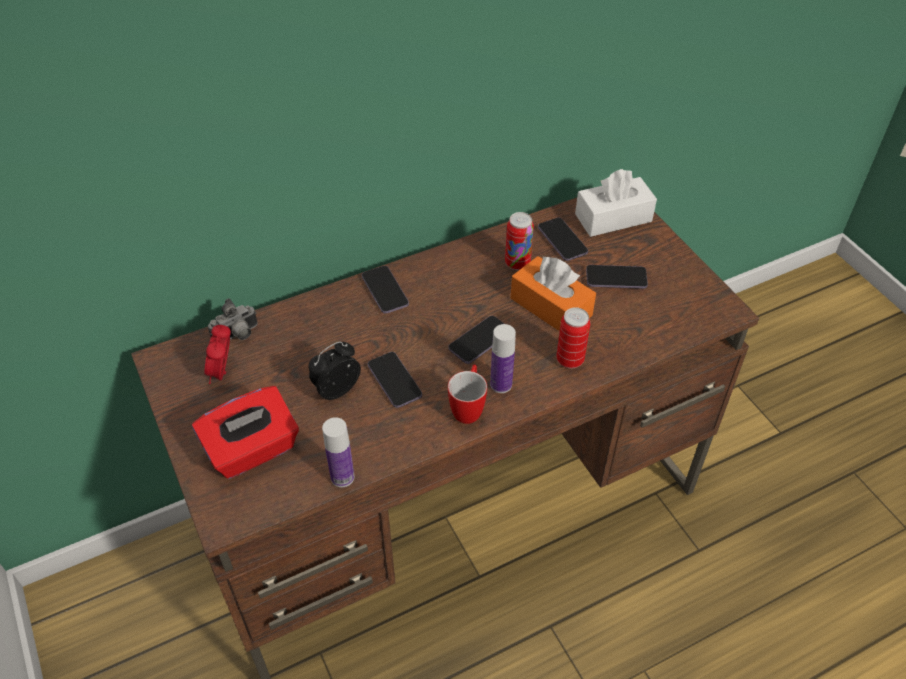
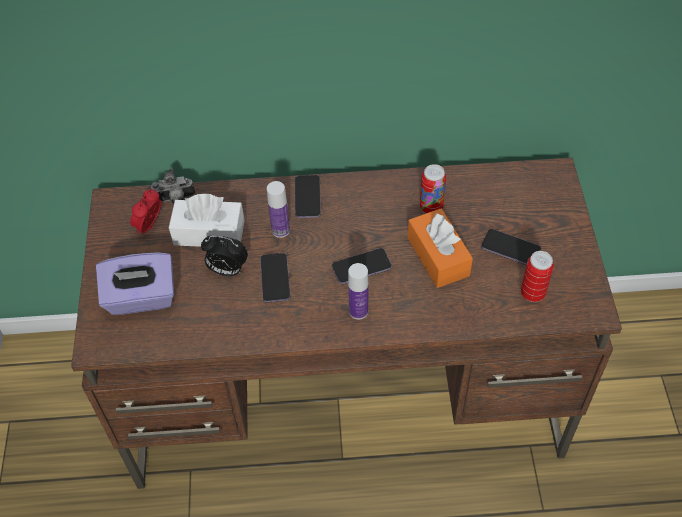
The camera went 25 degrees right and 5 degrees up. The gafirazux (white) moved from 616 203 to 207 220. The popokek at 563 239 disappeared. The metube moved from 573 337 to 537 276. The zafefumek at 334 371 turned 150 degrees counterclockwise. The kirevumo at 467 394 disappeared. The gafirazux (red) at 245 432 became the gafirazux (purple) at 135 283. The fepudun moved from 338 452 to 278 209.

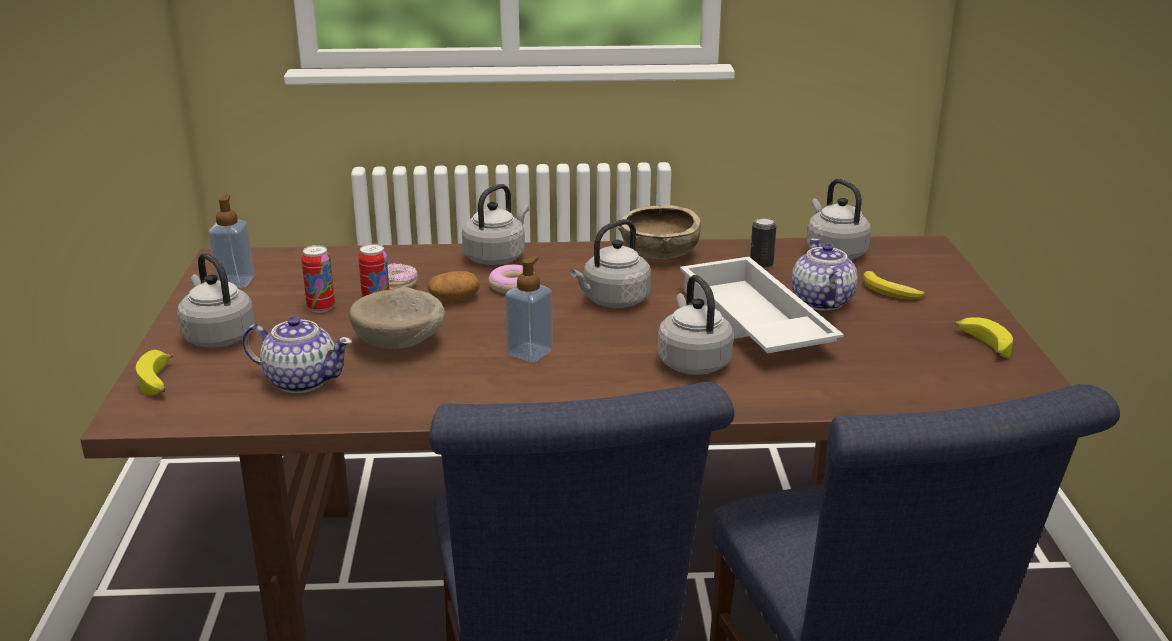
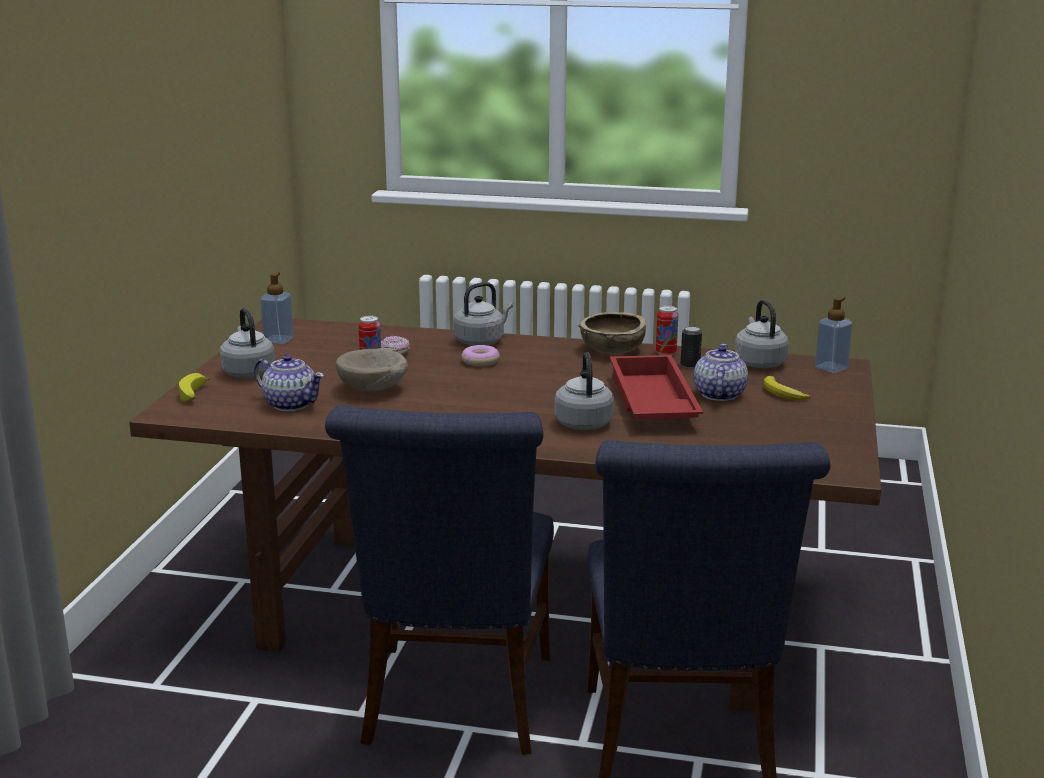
The camera went 15 degrees right and 5 degrees down. The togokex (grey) at 610 263 disappeared. The metube moved from 318 279 to 667 330. The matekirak moved from 529 309 to 834 335. The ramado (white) at 762 305 became the ramado (red) at 656 387. The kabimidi at 454 286 disappeared. The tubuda at 984 337 disappeared.

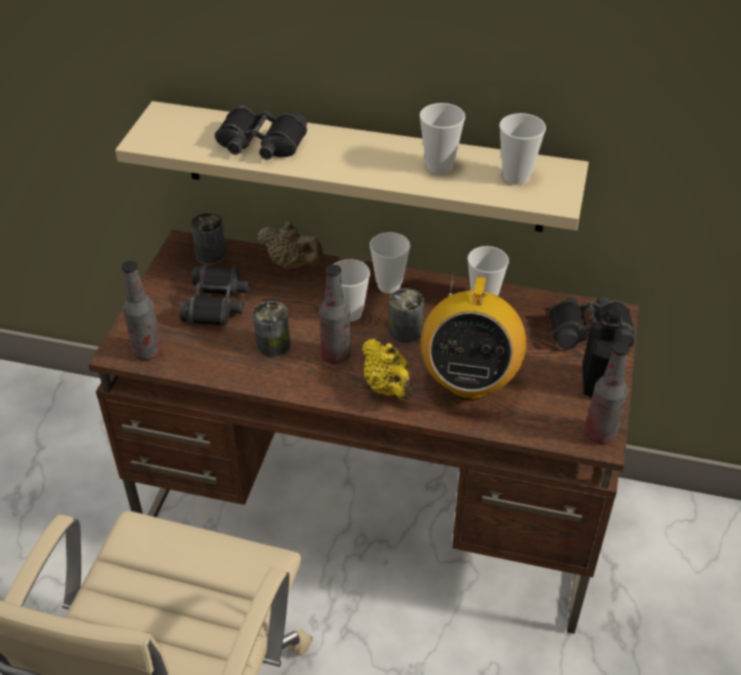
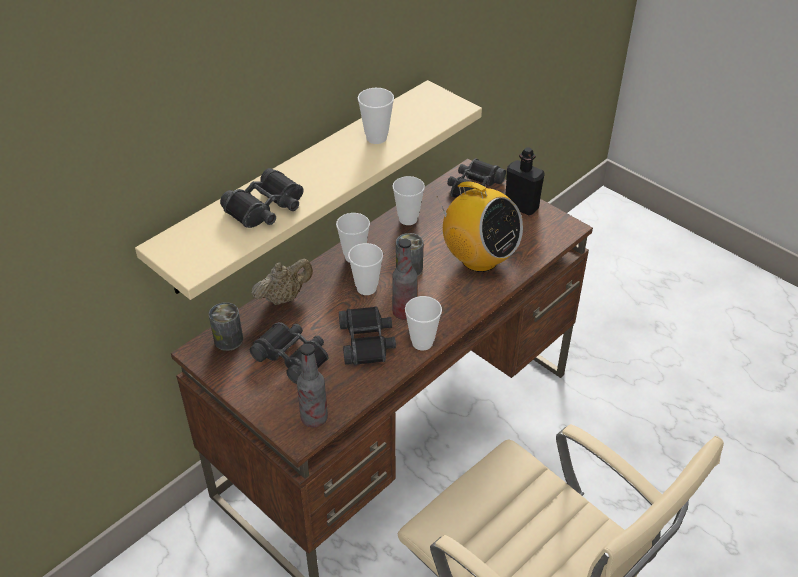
The camera went 60 degrees left and 0 degrees up. The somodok moved from 522 149 to 423 323. The metube at 271 329 was replaced by the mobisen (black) at 367 335. The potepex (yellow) at 387 369 disappeared. The fepudun at 607 393 disappeared.

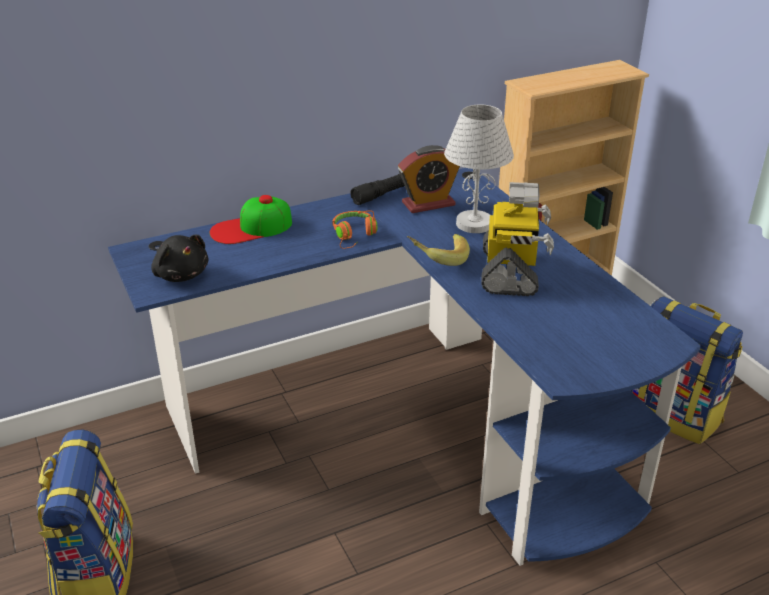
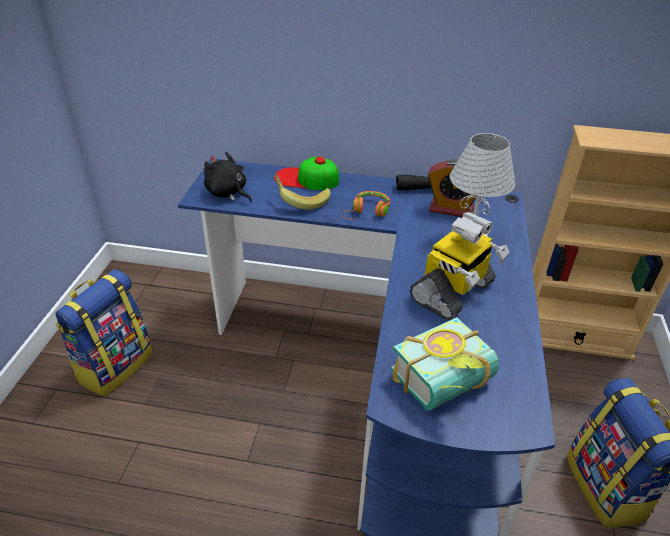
The camera went 35 degrees right and 5 degrees up. The tubuda moved from 438 250 to 302 192. The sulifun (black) at 180 258 turned 135 degrees clockwise. The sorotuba at 445 363 appeared.

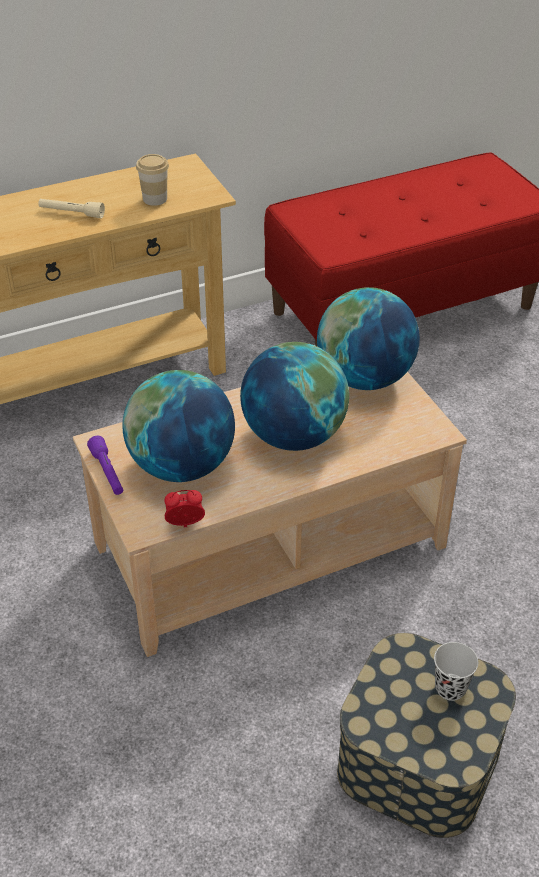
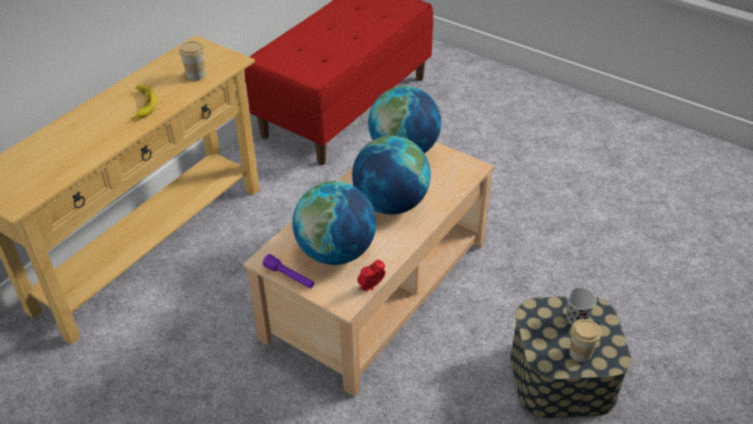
The camera went 30 degrees left and 0 degrees up. The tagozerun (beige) at 71 208 was replaced by the tubuda at 143 102. The somodok at 585 340 appeared.

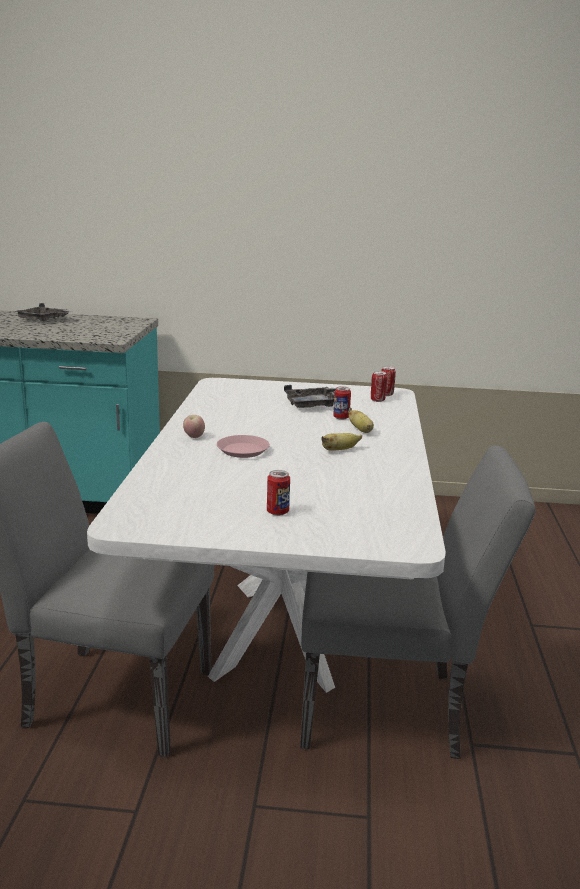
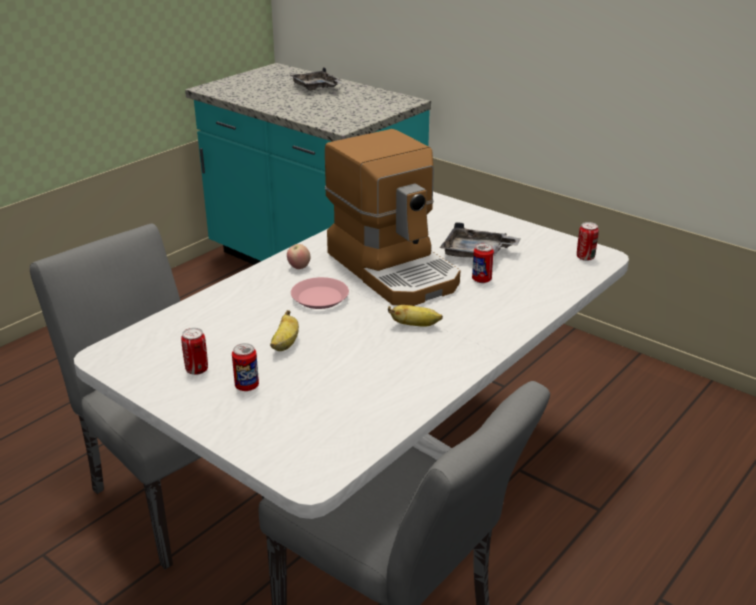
The camera went 35 degrees right and 10 degrees up. The metube moved from 379 386 to 194 351. The tubuda moved from 361 420 to 284 330. The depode at 392 217 appeared.

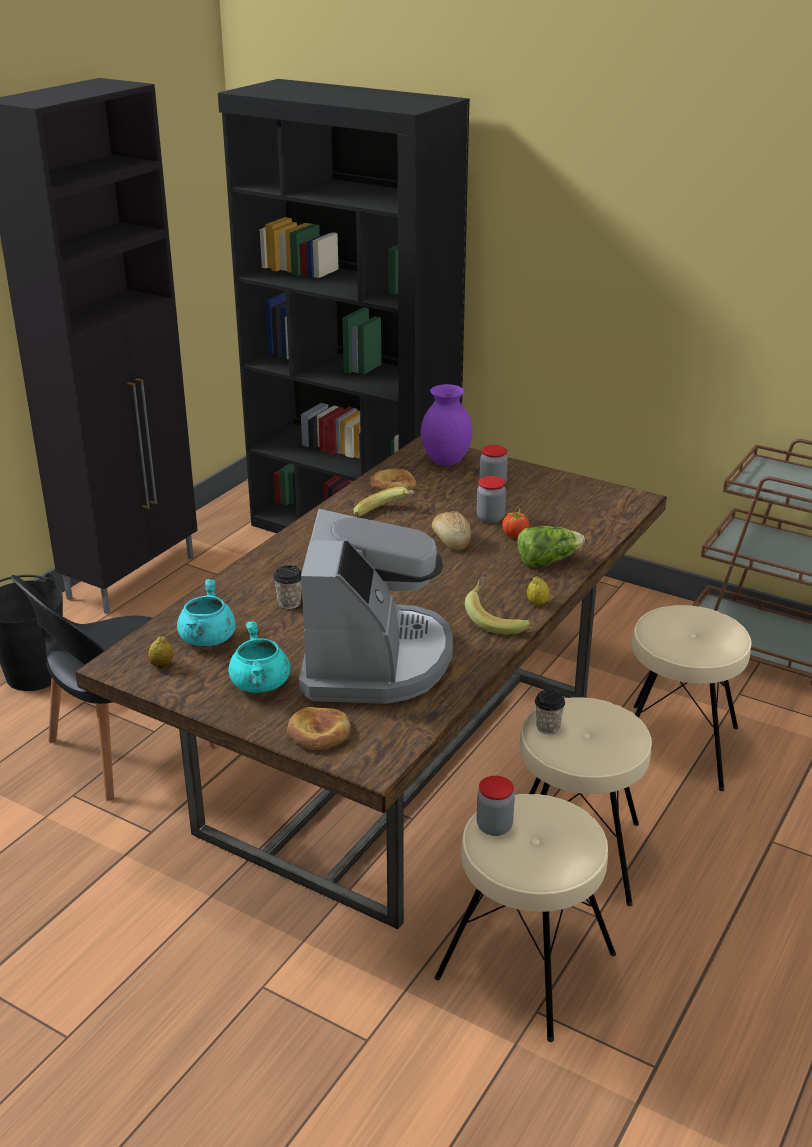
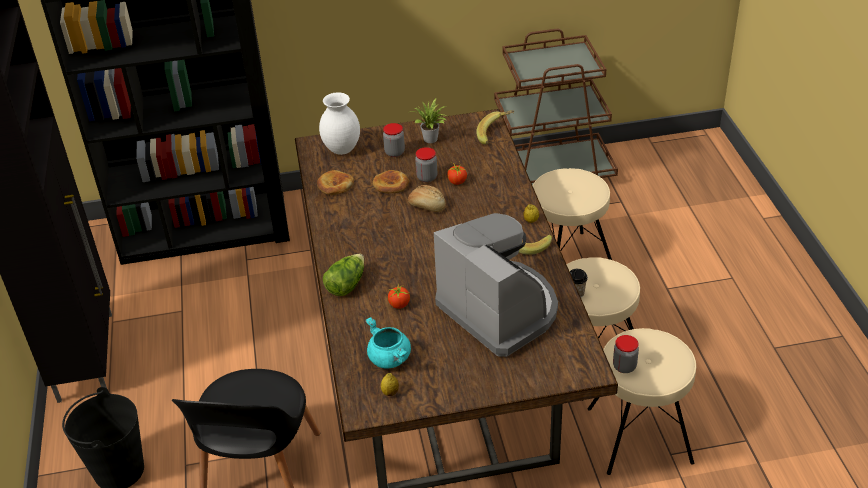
The camera went 40 degrees left and 10 degrees up. The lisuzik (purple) at 447 425 became the lisuzik (white) at 339 123. The tubuda moved from 384 502 to 495 127. The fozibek moved from 551 546 to 343 275. The somodok at 287 587 was replaced by the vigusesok at 399 296. The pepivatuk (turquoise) at 259 657 disappeared. The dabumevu moved from 319 728 to 391 181. The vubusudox at 428 120 appeared.

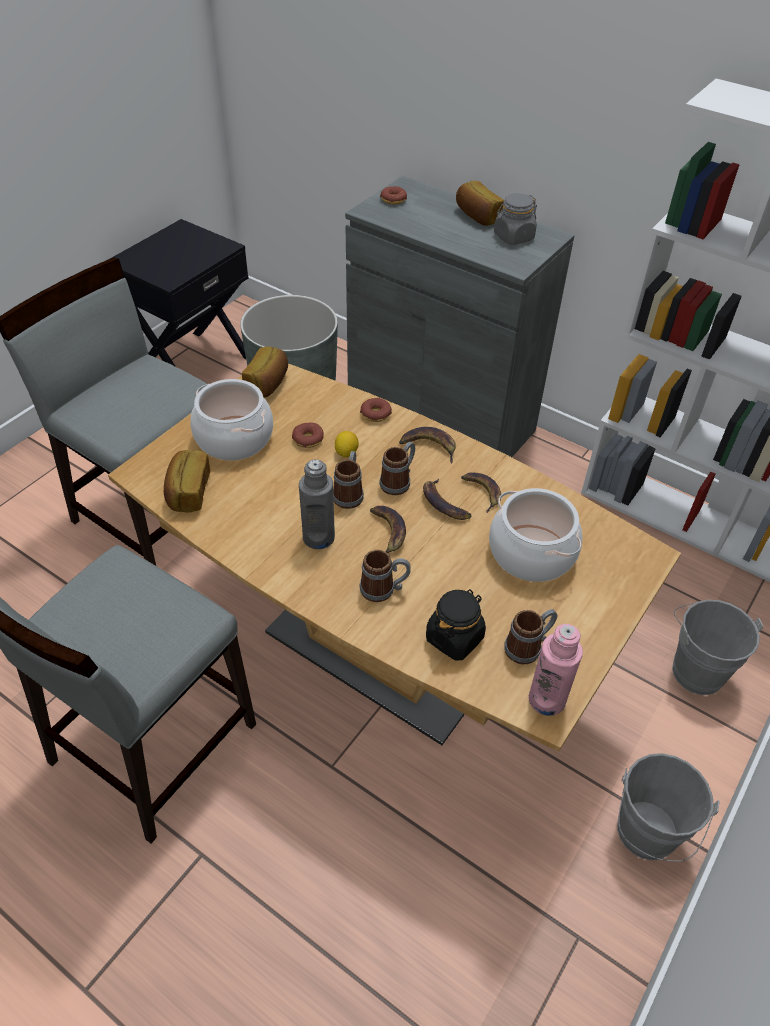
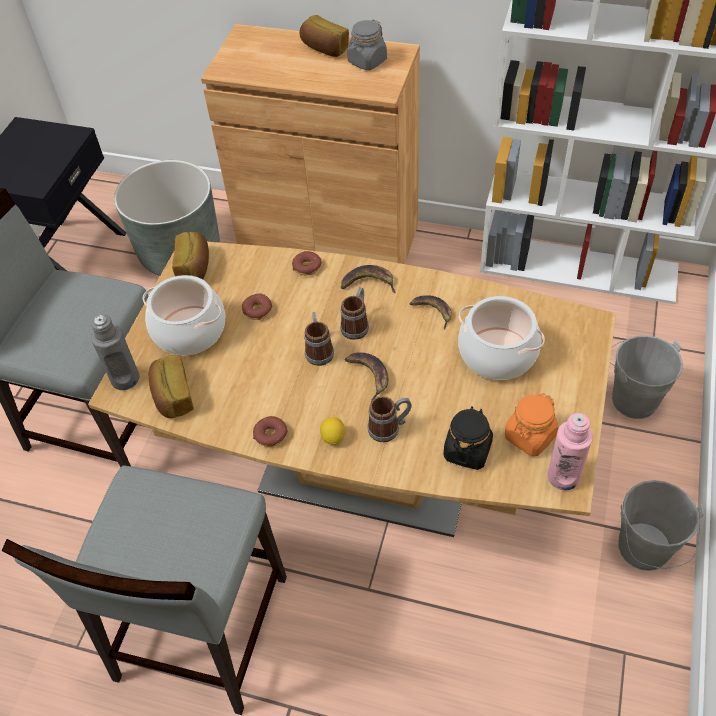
The camera went 15 degrees left and 5 degrees up. The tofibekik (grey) at 460 316 became the tofibekik (brown) at 310 144. The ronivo moved from 393 195 to 270 431. The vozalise moved from 347 444 to 332 431. The fepudun (grey) moved from 317 504 to 115 352. The tubuda at 447 499 disappeared. The kirevumo at 530 637 was replaced by the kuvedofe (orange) at 532 424.

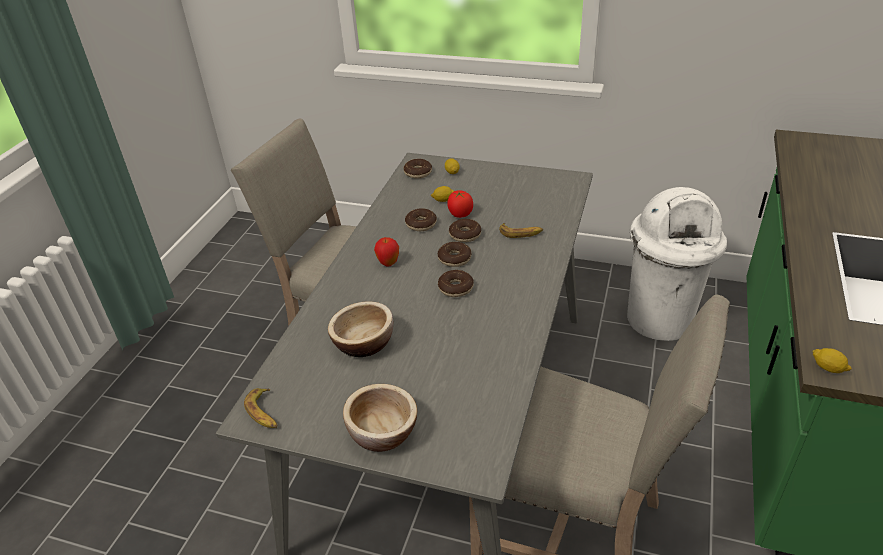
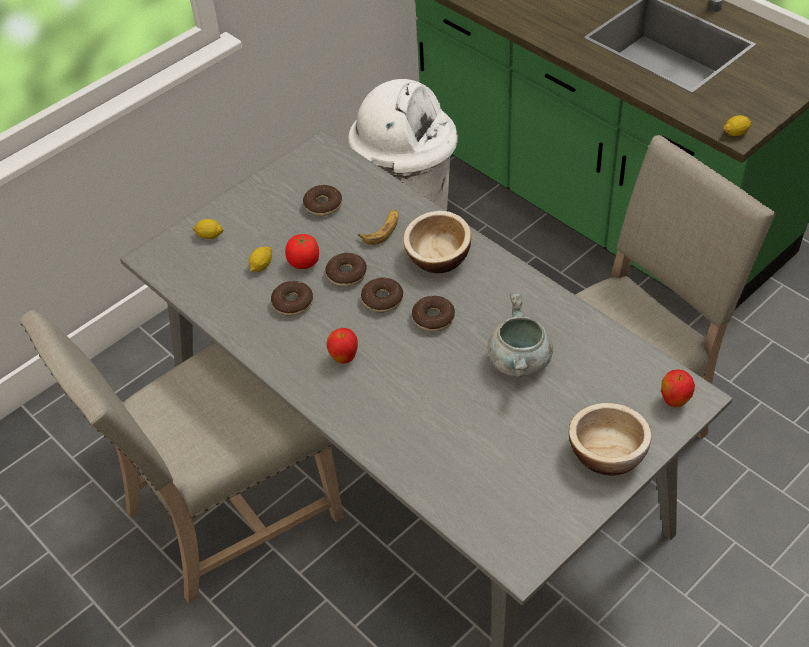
The camera went 60 degrees left and 10 degrees up. The ronivo moved from 418 169 to 322 200. The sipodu moved from 360 329 to 437 242. The tubuda at 260 408 disappeared. The pepivatuk (grey) at 520 335 appeared. The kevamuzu at 678 388 appeared.

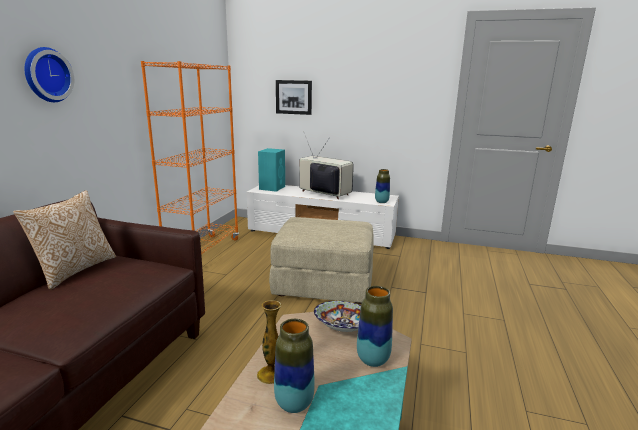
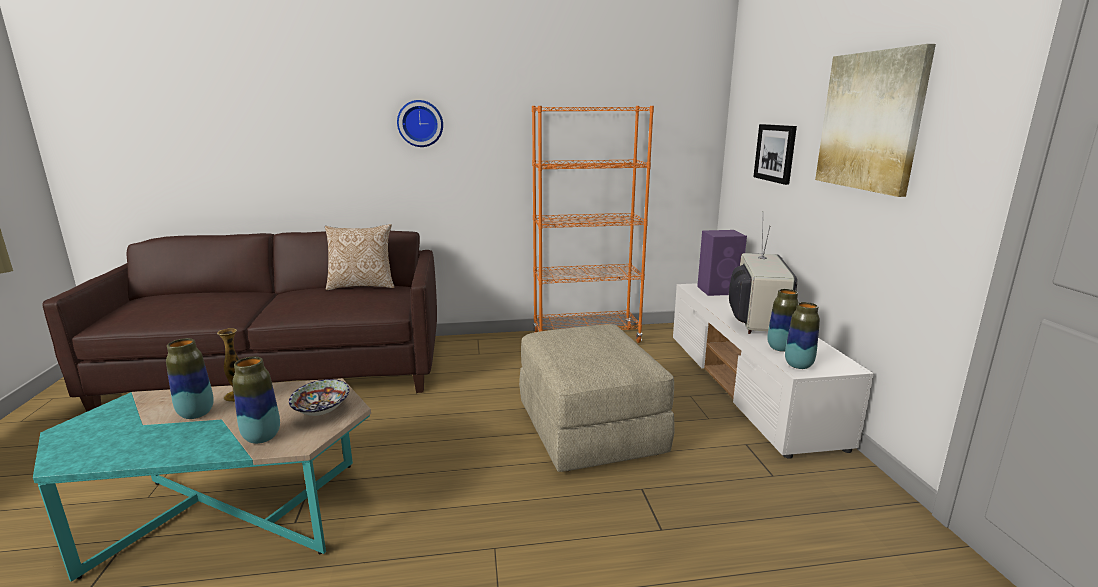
The camera went 65 degrees right and 0 degrees up. The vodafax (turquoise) at 271 170 became the vodafax (purple) at 722 263. The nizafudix at 875 120 appeared. The lisuzik at 783 320 appeared.

